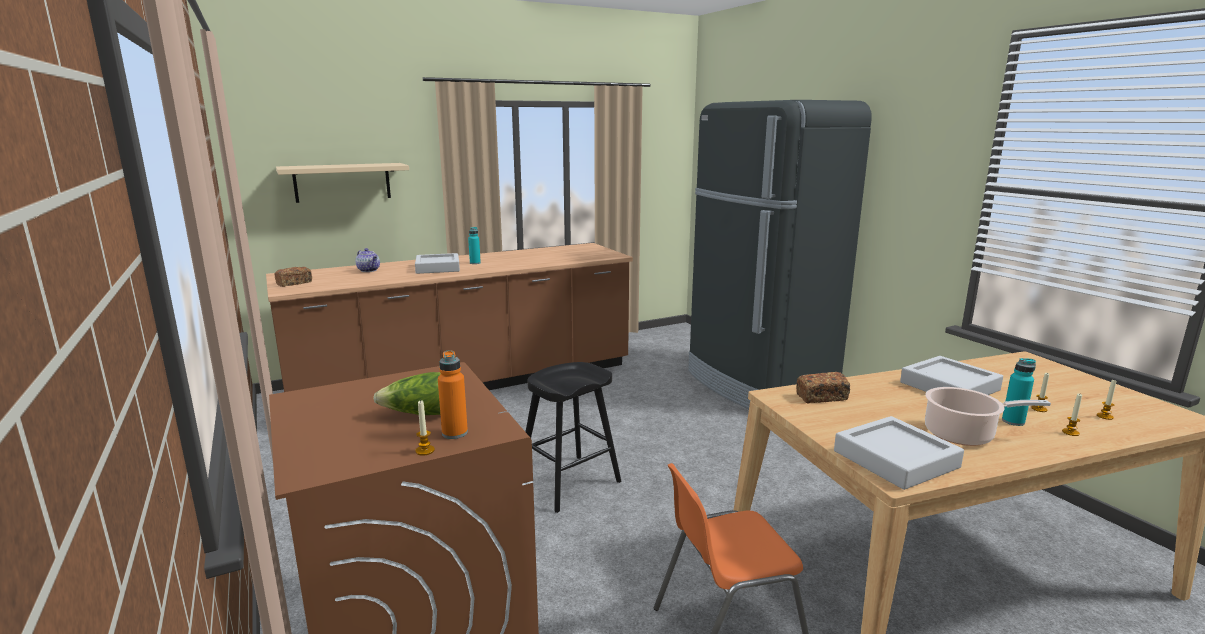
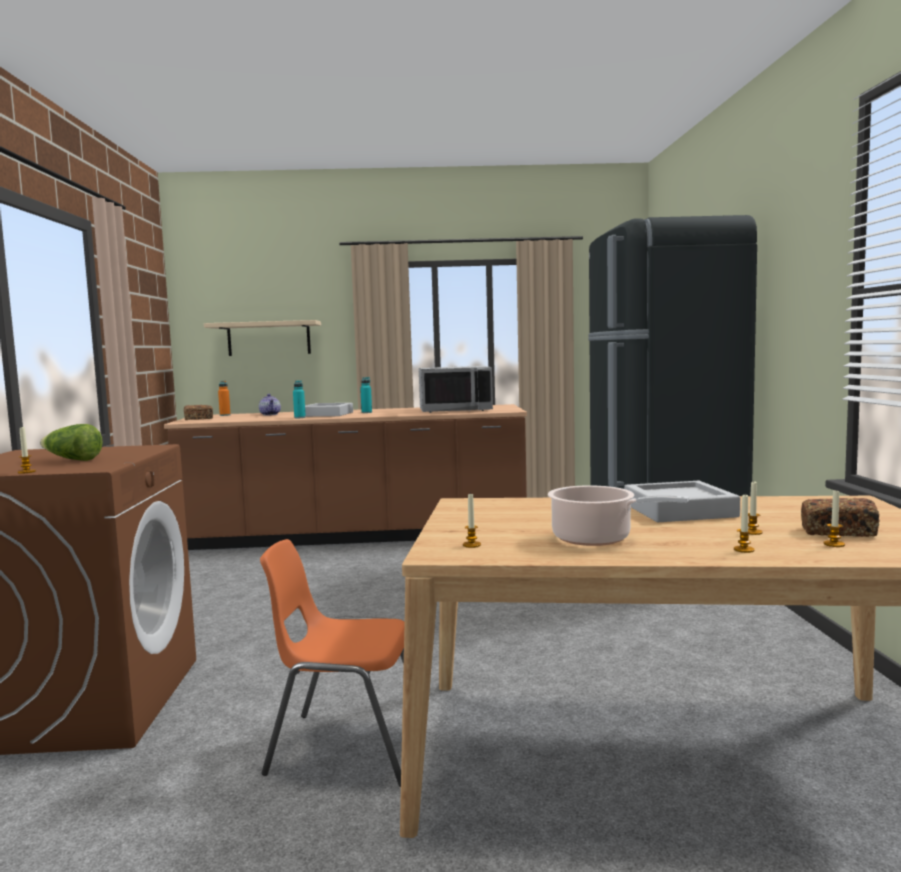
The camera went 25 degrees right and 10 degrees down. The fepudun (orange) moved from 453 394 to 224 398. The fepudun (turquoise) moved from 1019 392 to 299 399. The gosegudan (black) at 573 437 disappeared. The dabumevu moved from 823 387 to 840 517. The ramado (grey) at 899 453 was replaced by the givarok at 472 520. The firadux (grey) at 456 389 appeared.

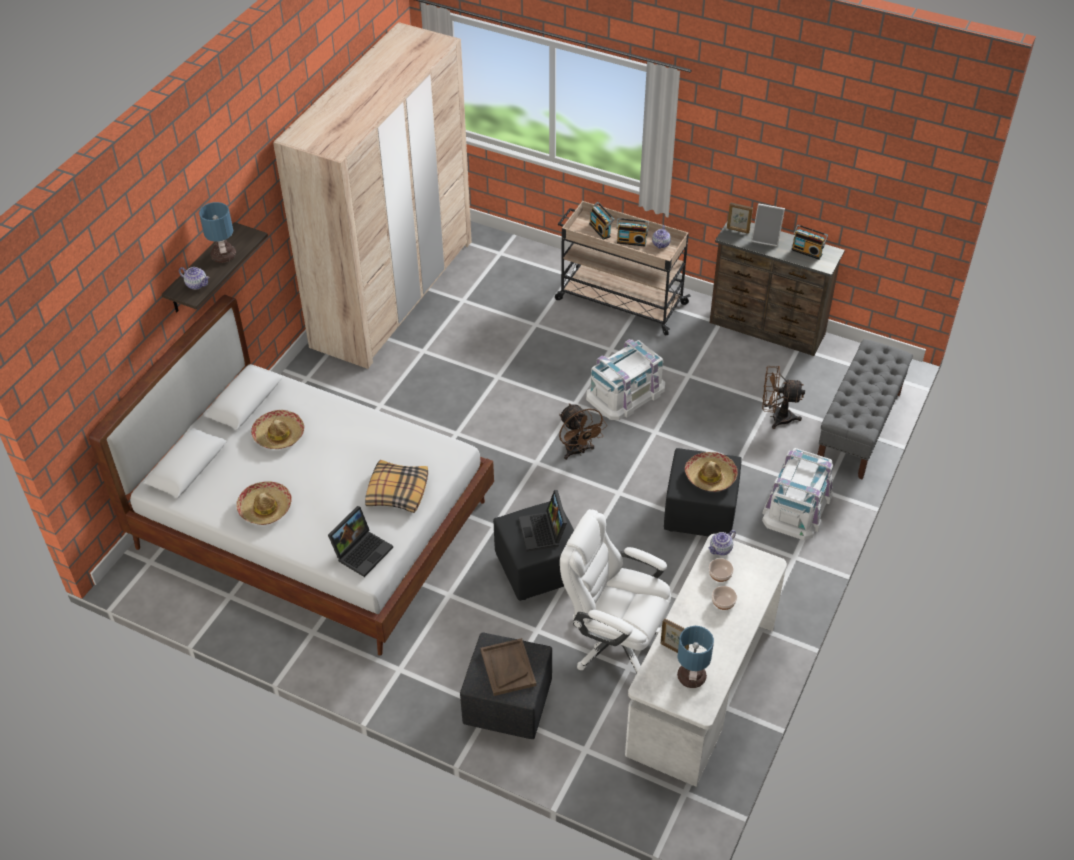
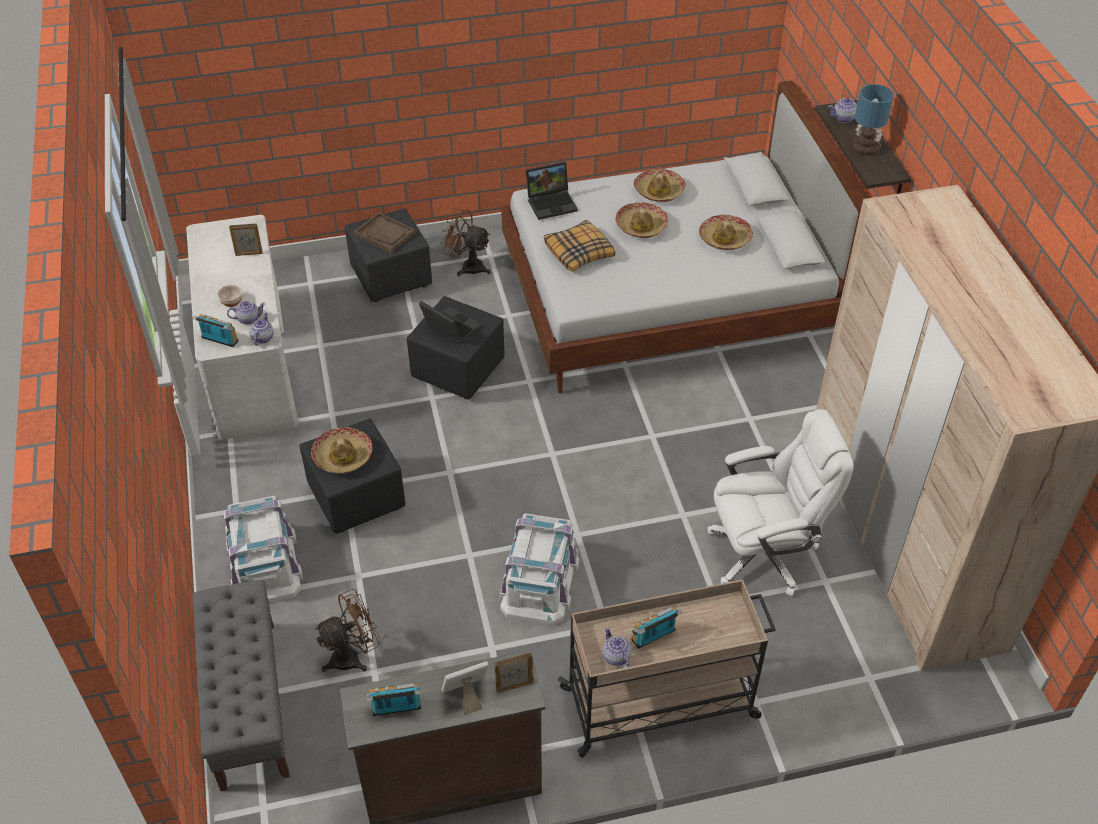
The camera went 140 degrees right and 0 degrees up. The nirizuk moved from 601 221 to 216 330. The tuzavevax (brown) moved from 583 431 to 465 242. The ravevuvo at 360 541 turned 105 degrees counterclockwise. The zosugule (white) moved from 615 591 to 780 502. The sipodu at 721 570 was replaced by the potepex at 246 313. The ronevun at 695 657 disappeared. The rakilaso at 641 220 appeared.

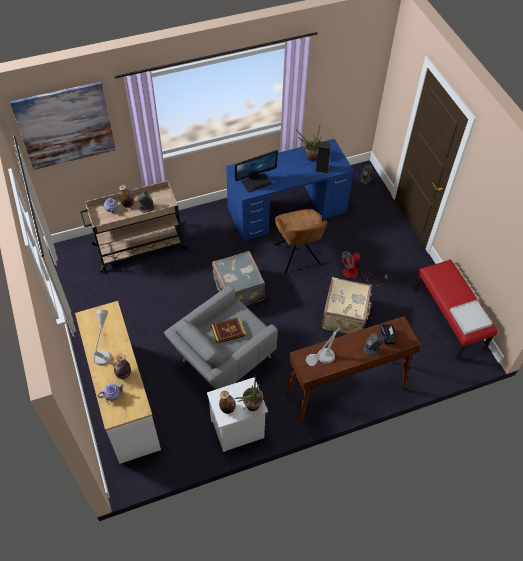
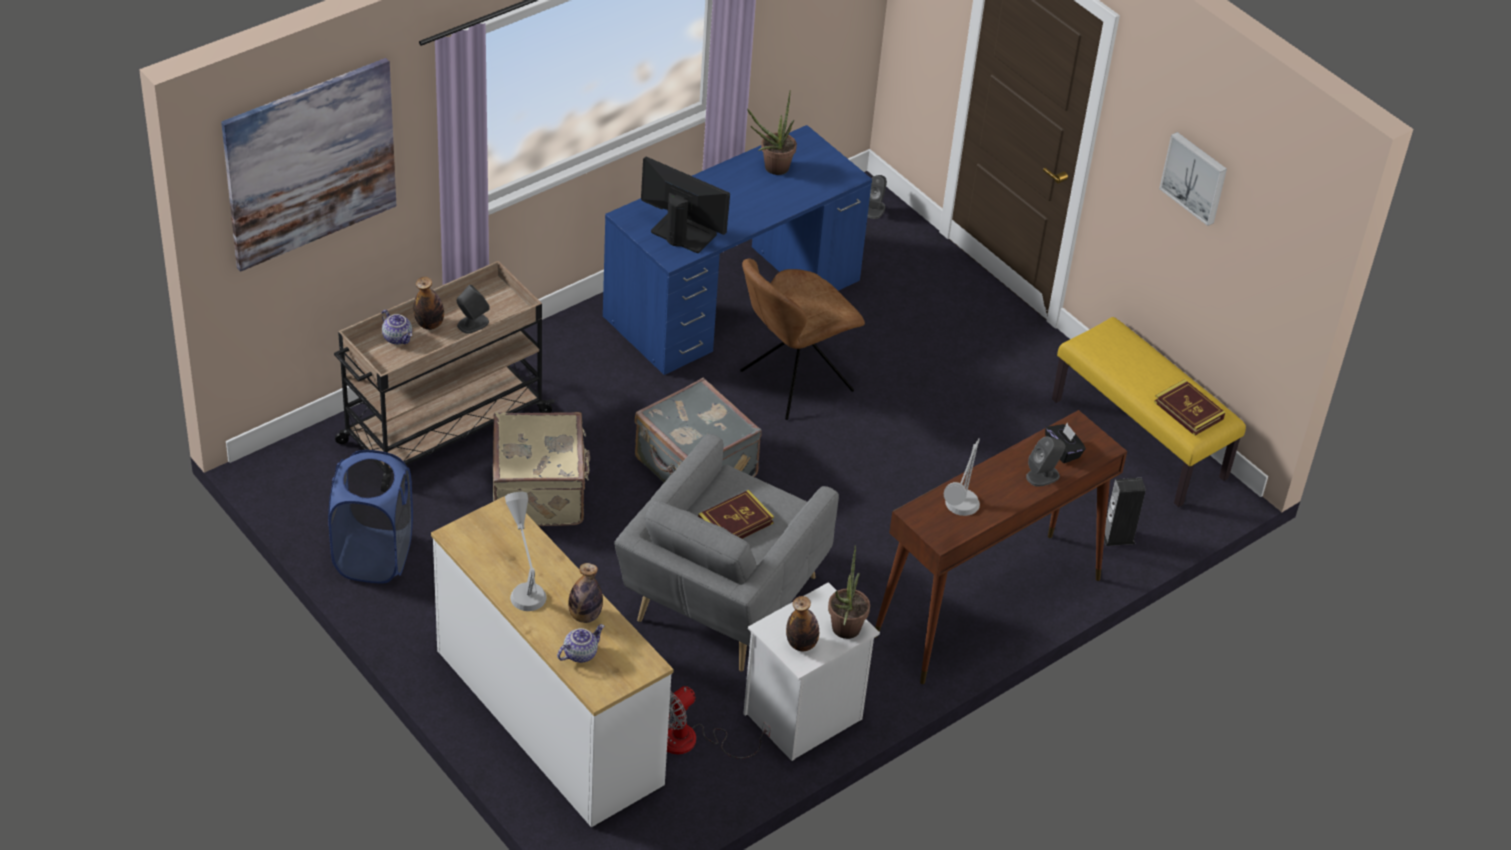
The camera went 20 degrees left and 10 degrees down. The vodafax moved from 323 157 to 1125 512. The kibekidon at 256 171 turned 105 degrees counterclockwise. The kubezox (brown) at 300 241 turned 90 degrees clockwise. The tuzavevax moved from 365 268 to 719 722. The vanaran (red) at 455 309 became the vanaran (yellow) at 1149 412. The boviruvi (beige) moved from 347 305 to 541 469. The ramado (white) at 471 317 was replaced by the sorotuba at 1190 407. The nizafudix at 1193 179 appeared. The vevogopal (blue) at 370 517 appeared.

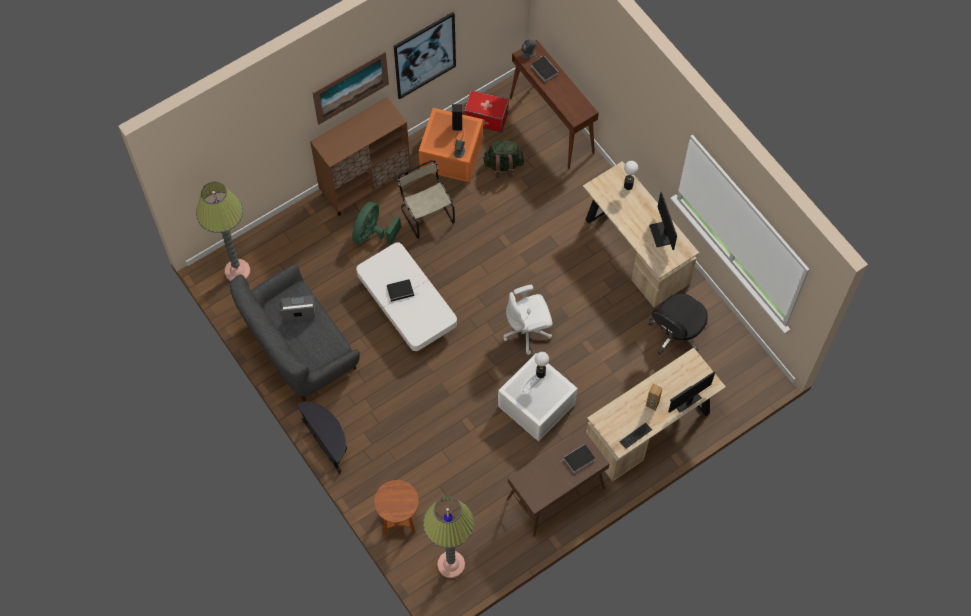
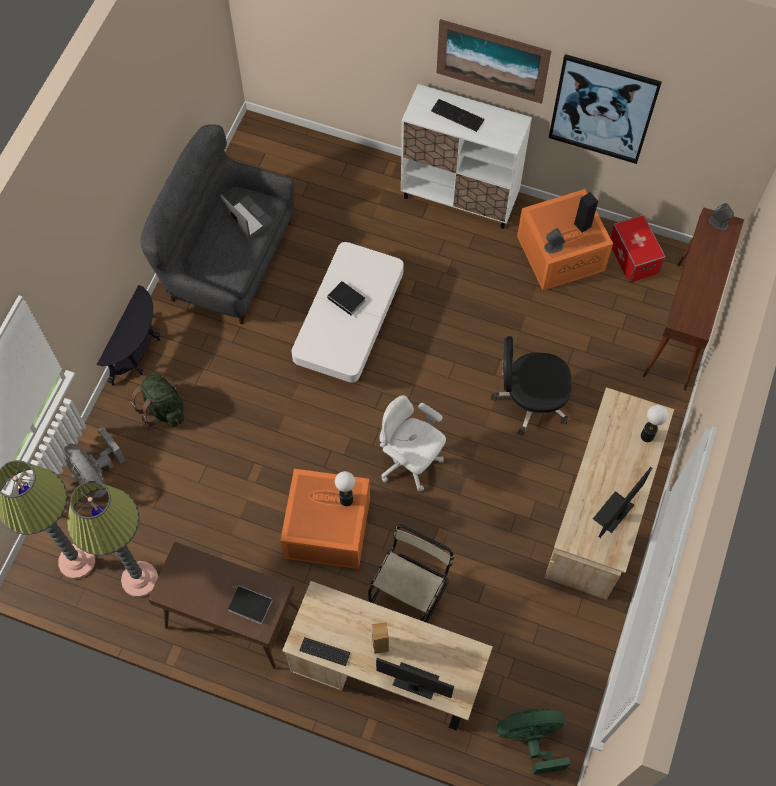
The camera went 55 degrees right and 0 degrees up. The sorotuba at 544 69 disappeared. The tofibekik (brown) at 360 156 became the tofibekik (white) at 466 156. The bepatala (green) moved from 503 159 to 157 400. The kubezox (beige) moved from 426 199 to 411 574. The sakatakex moved from 223 231 to 112 539. The tuzavevax (green) moved from 376 223 to 533 742. The zosugule (black) moved from 678 324 to 531 386. The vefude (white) at 538 397 became the vefude (orange) at 325 519. The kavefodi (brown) at 396 507 was replaced by the tuzavevax (grey) at 94 462. The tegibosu at 457 115 appeared.

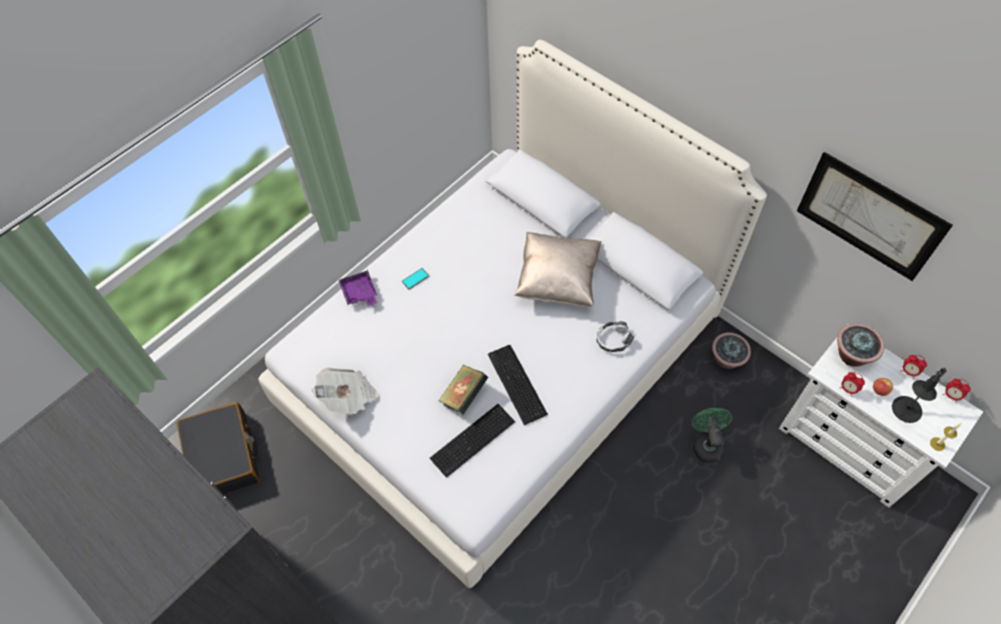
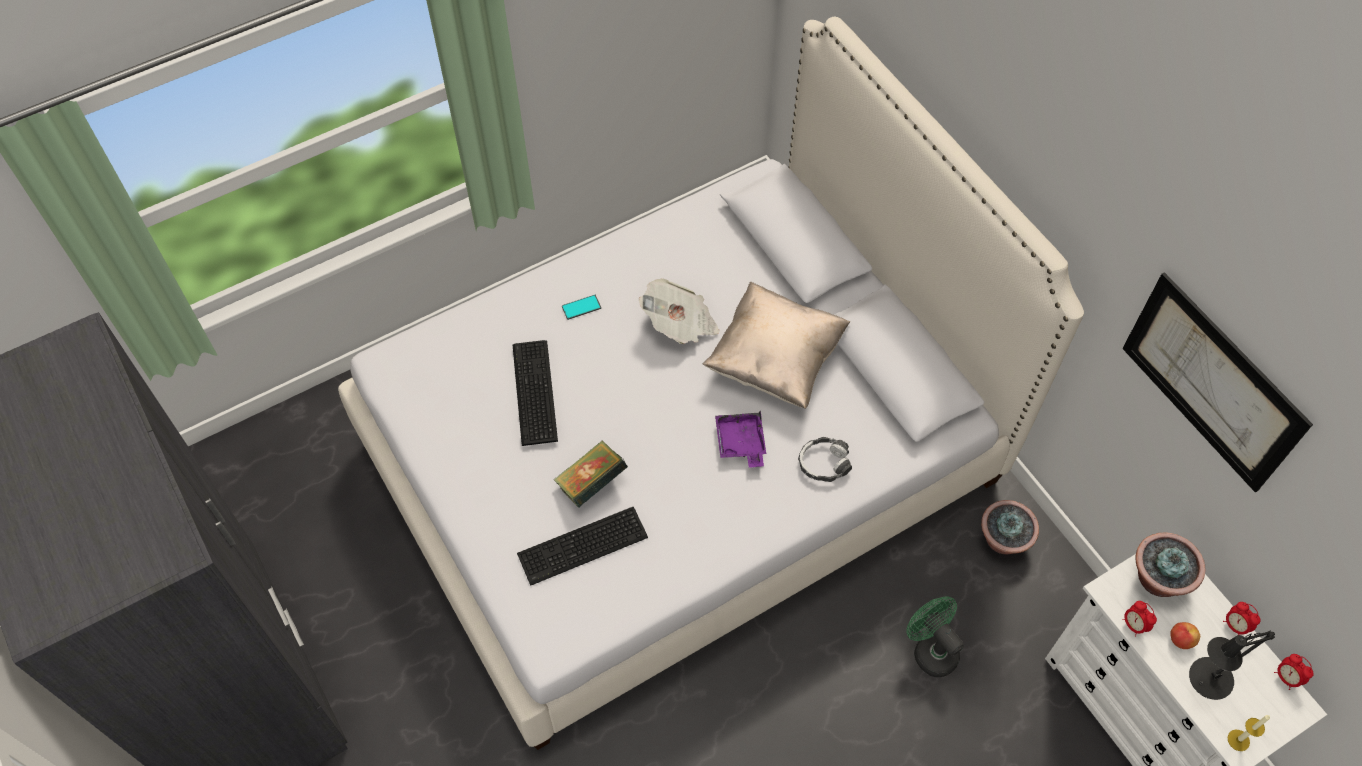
The camera went 15 degrees right and 0 degrees up. The ramado (purple) moved from 358 288 to 740 439. The tegibosu moved from 518 385 to 535 393. The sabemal moved from 346 392 to 679 311. The boviruvi (black) at 218 448 disappeared. The tuzavevax (green) at 711 435 turned 45 degrees counterclockwise.

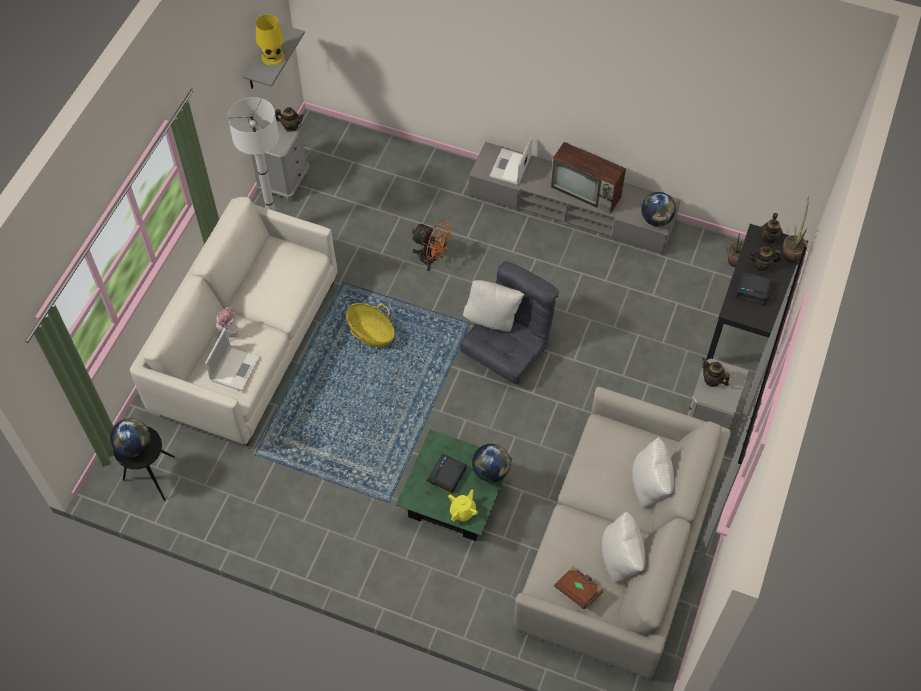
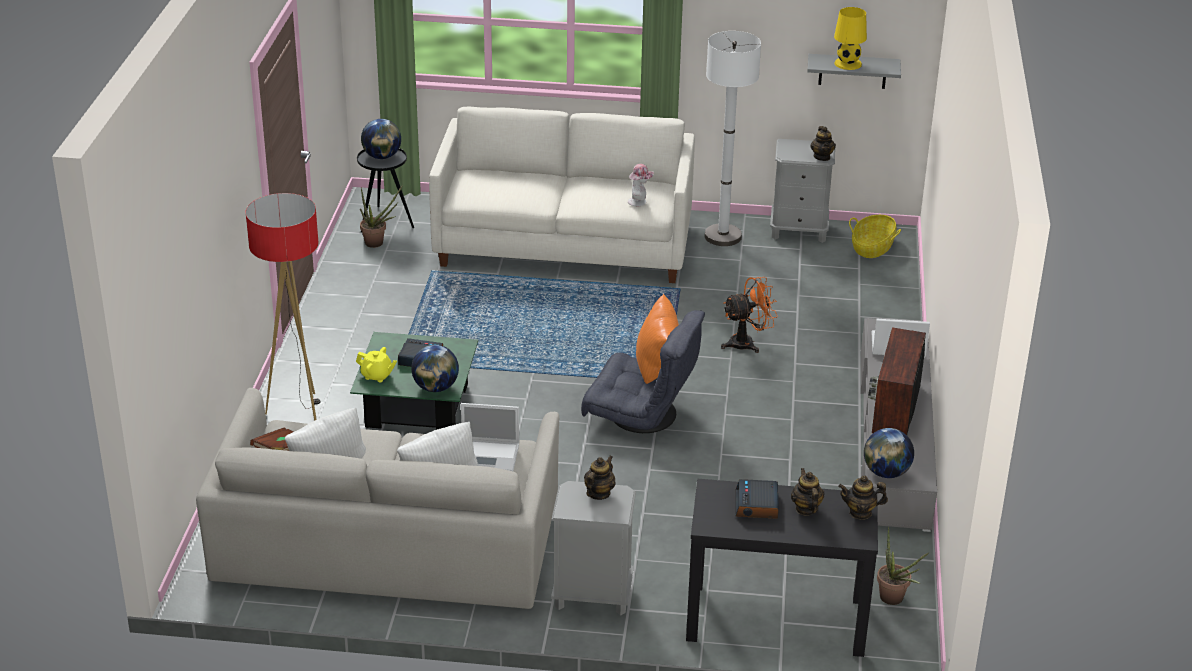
The camera went 75 degrees right and 25 degrees down. The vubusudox moved from 796 230 to 381 216. The tuzavevax (orange) at 432 245 turned 120 degrees counterclockwise. The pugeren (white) at 493 305 became the pugeren (orange) at 657 339. The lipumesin moved from 370 325 to 875 236. The rakilaso moved from 227 324 to 641 185. The ravevuvo moved from 232 359 to 490 437. The sakatakex at 283 307 appeared.

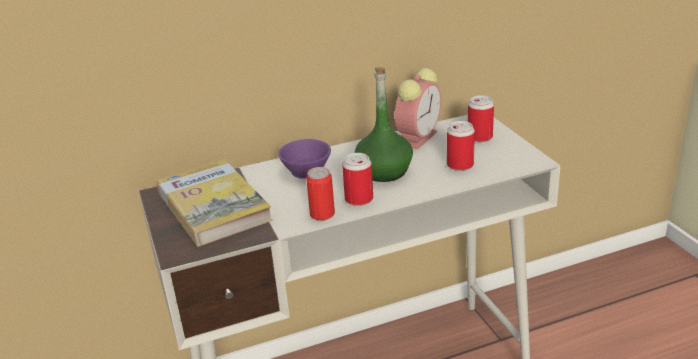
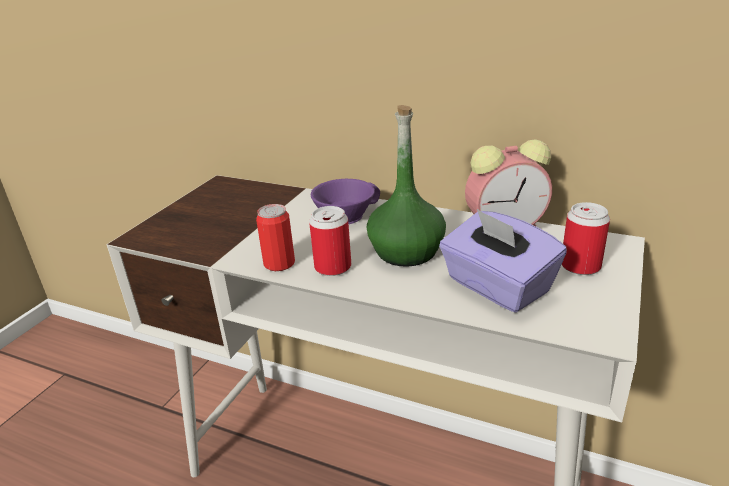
The camera went 45 degrees right and 0 degrees up. The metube at 461 146 was replaced by the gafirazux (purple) at 503 261. The sorotuba at 214 203 disappeared.

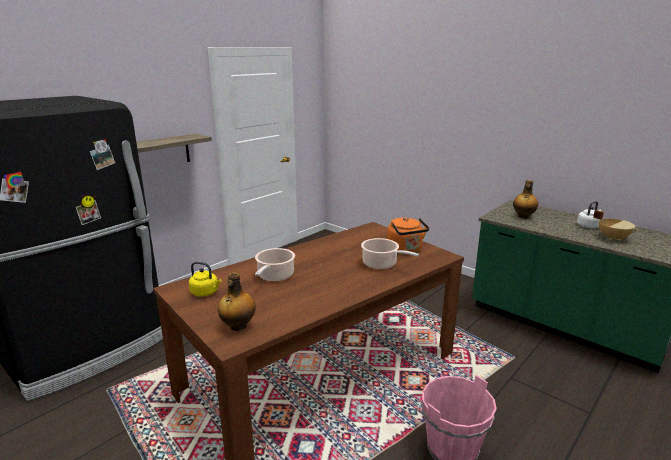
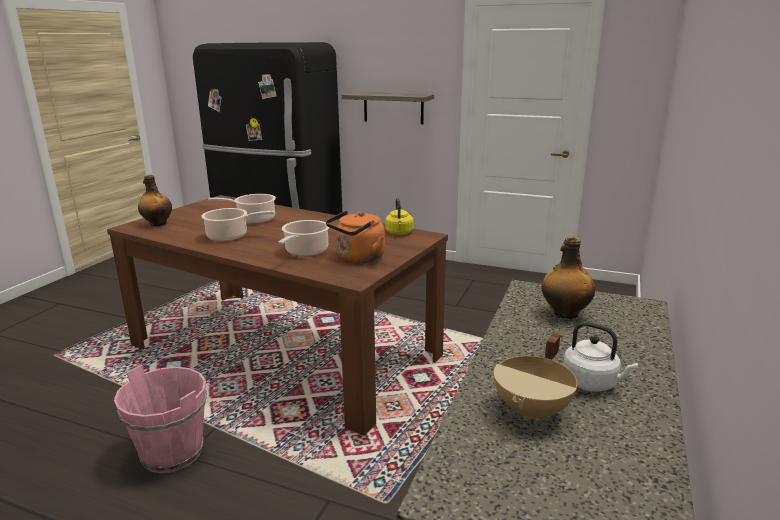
The camera went 70 degrees right and 0 degrees up. The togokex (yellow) moved from 205 279 to 399 216. The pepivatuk at 238 224 appeared.

